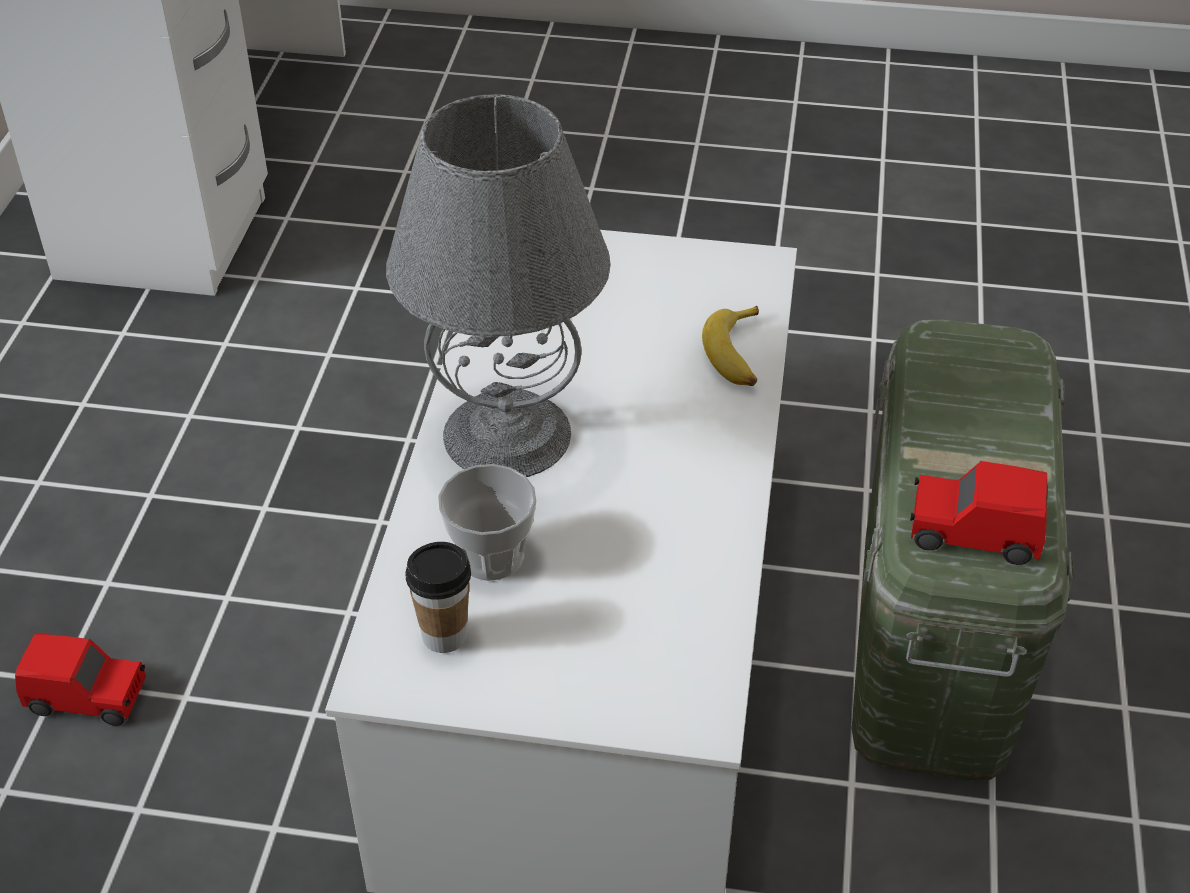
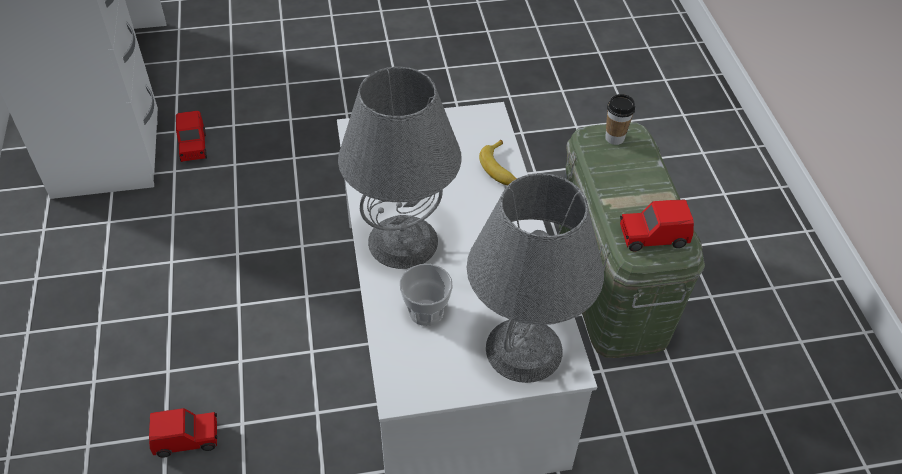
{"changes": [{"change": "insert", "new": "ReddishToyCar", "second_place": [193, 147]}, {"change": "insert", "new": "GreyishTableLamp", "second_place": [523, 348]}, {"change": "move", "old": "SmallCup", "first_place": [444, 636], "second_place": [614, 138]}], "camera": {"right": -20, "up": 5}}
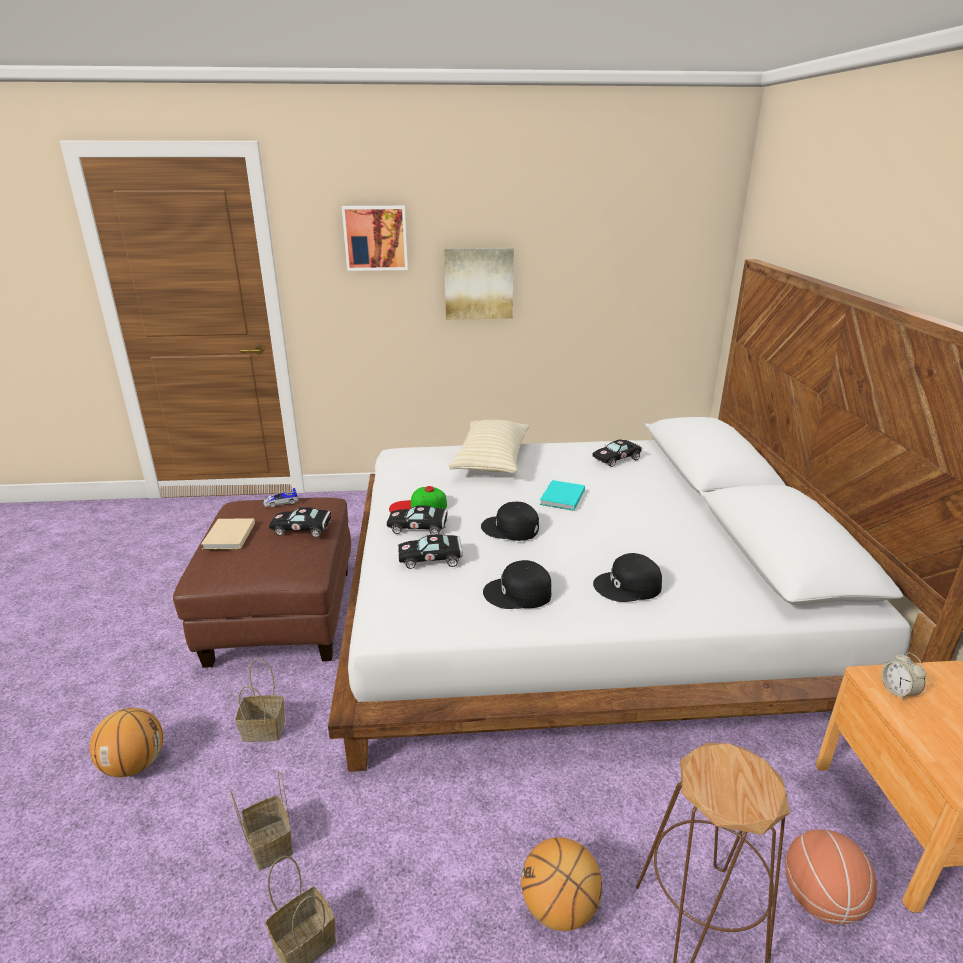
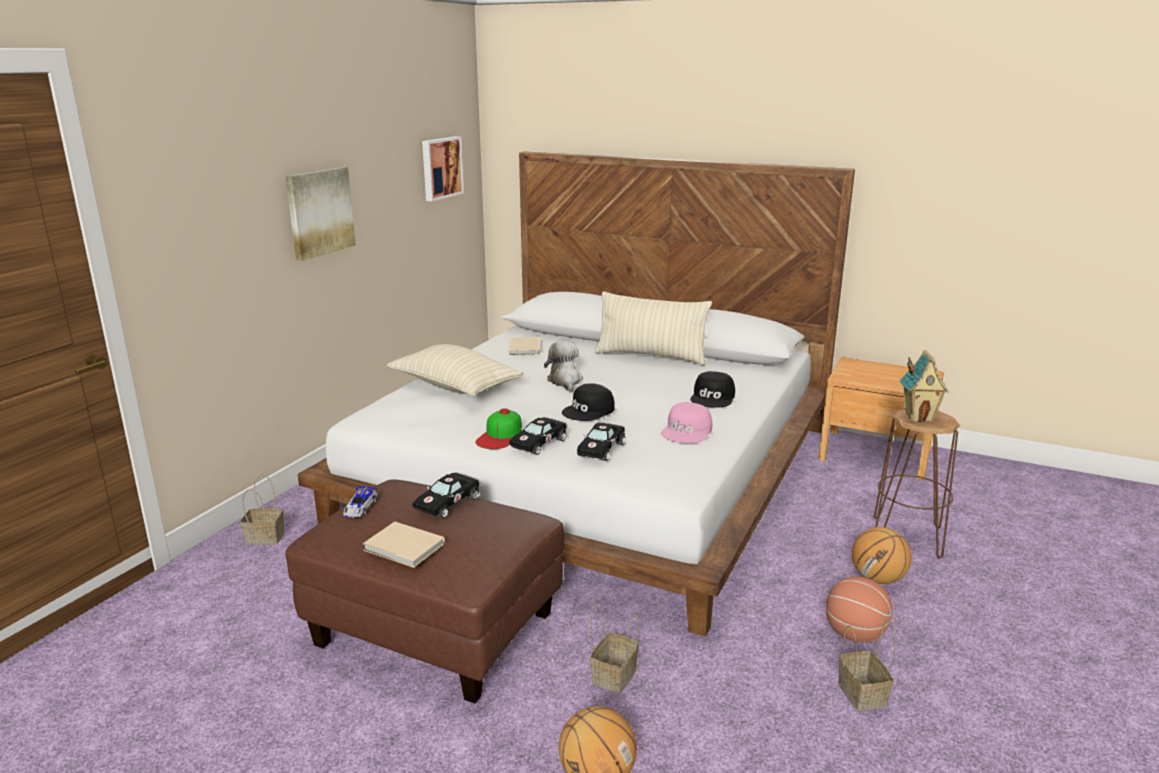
{"changes": [{"change": "move", "old": "Basket", "first_place": [268, 843], "second_place": [263, 538]}, {"change": "move", "old": "WallPicture", "first_place": [375, 238], "second_place": [440, 168]}, {"change": "replace", "old": "BlackColouredToyCar", "new": "SandColouredVolume", "first_place": [617, 458], "second_place": [525, 348]}, {"change": "replace", "old": "TurquoiseColouredVolume", "new": "SoftToy", "first_place": [561, 498], "second_place": [565, 381]}, {"change": "insert", "new": "SandColouredPillow", "second_place": [651, 356]}, {"change": "recolor", "old": "BlackColouredBaseballCap", "new": "PinkColouredBaseballCap", "first_place": [518, 593], "second_place": [687, 431]}, {"change": "move", "old": "BasketballBall", "first_place": [820, 900], "second_place": [855, 635]}, {"change": "insert", "new": "ModelHouse", "second_place": [918, 417]}, {"change": "delete", "old": "BedsideClock", "first_place": [898, 691]}], "camera": {"right": -60, "up": -5}}
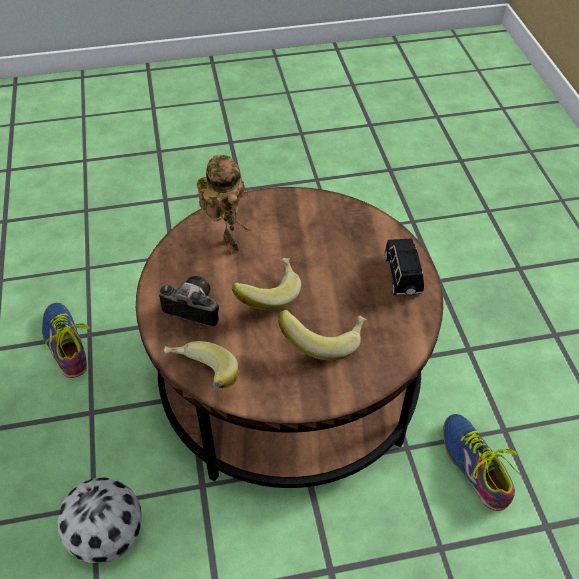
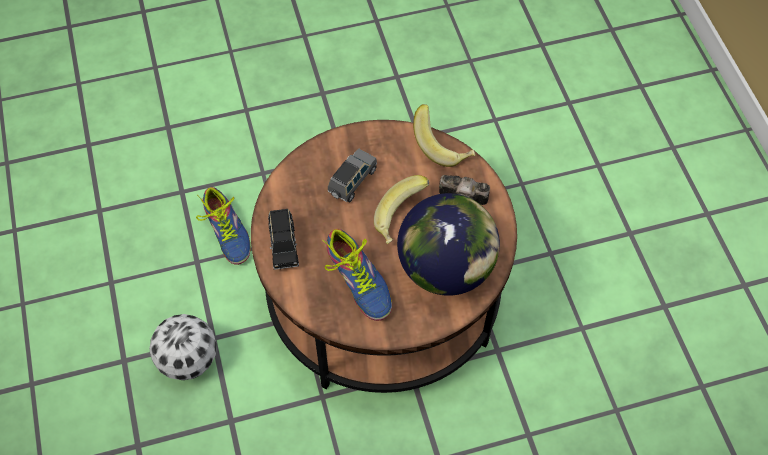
{"changes": [{"change": "move", "old": "Football", "first_place": [106, 535], "second_place": [189, 360]}, {"change": "move", "old": "LowShoe", "first_place": [66, 344], "second_place": [359, 280]}, {"change": "replace", "old": "WholeBanana", "new": "GreyishToyCar", "first_place": [323, 339], "second_place": [352, 182]}, {"change": "replace", "old": "ModelRobot", "new": "Globe", "first_place": [227, 245], "second_place": [446, 268]}], "camera": {"right": 175, "up": 10}}
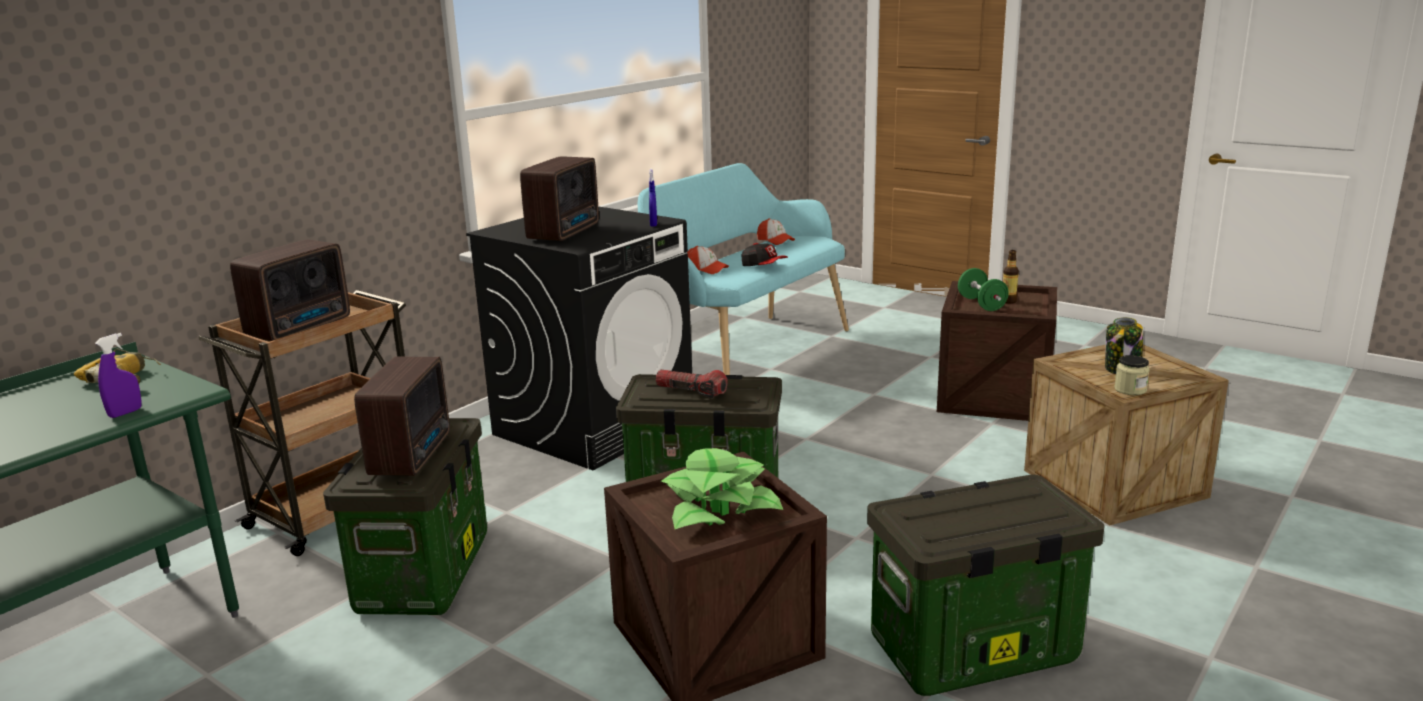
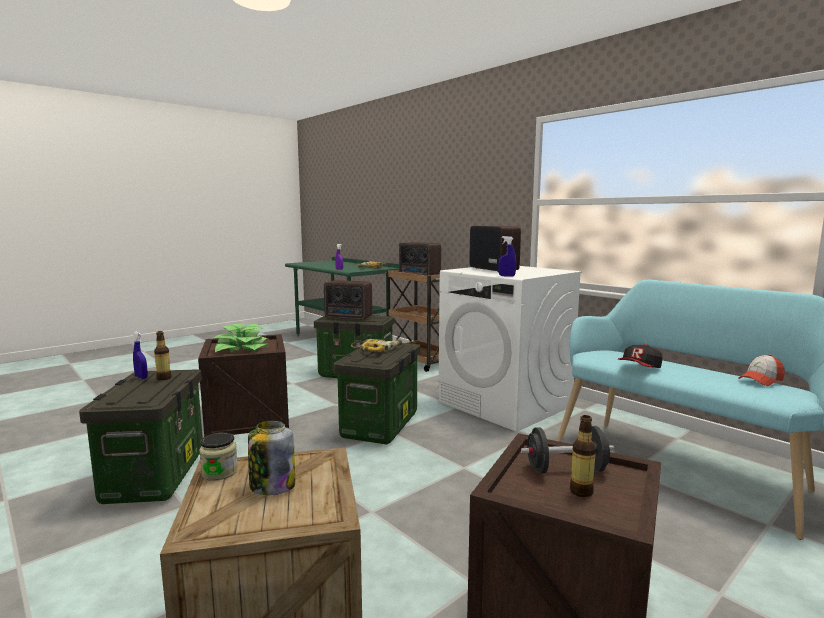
{"changes": [{"change": "insert", "new": "BluishHandSprayer", "second_place": [141, 377]}, {"change": "insert", "new": "DrinkBottle", "second_place": [164, 378]}, {"change": "replace", "old": "Flashlight", "new": "Drill", "first_place": [691, 391], "second_place": [378, 349]}, {"change": "recolor", "old": "BlackColouredLaundryAppliance", "new": "WhiteLaundryAppliance", "first_place": [594, 424], "second_place": [505, 404]}, {"change": "rotate", "old": "RadioSet", "first_place": [566, 232], "second_place": [493, 269], "degrees": -150}, {"change": "recolor", "old": "GreenDumbbell", "new": "BlackColouredDumbbell", "first_place": [981, 304], "second_place": [566, 470]}, {"change": "delete", "old": "BaseballCap", "first_place": [706, 269]}], "camera": {"right": 100, "up": -10}}
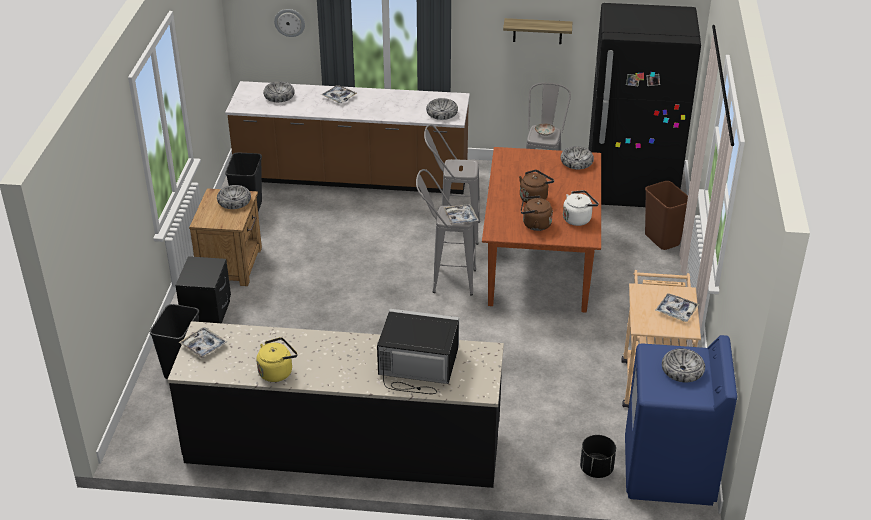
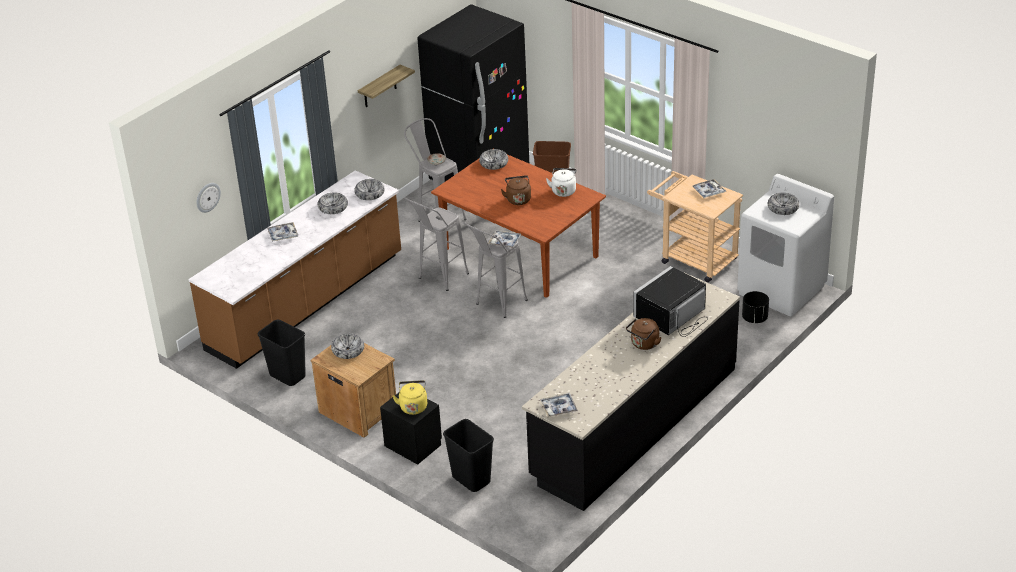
{"changes": [{"change": "move", "old": "DeepDish", "first_place": [279, 96], "second_place": [333, 207]}, {"change": "move", "old": "YellowishTeaKettle", "first_place": [277, 372], "second_place": [413, 406]}, {"change": "move", "old": "BrownishTeaKettle", "first_place": [534, 224], "second_place": [644, 344]}, {"change": "recolor", "old": "BluishLaundryAppliance", "new": "WhiteLaundryAppliance", "first_place": [669, 471], "second_place": [782, 290]}], "camera": {"right": -55, "up": 0}}
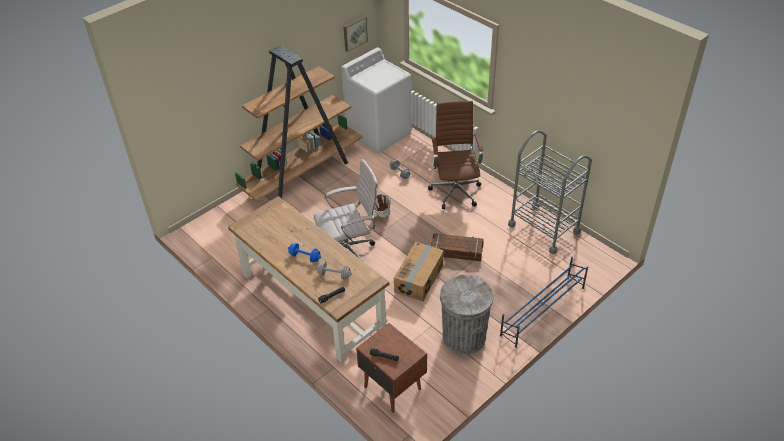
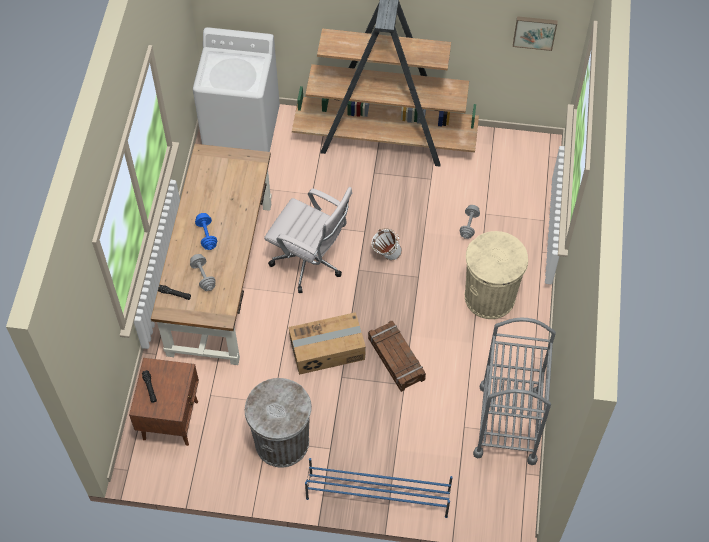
{"changes": [{"change": "move", "old": "WhiteLaundryAppliance", "first_place": [379, 133], "second_place": [242, 130]}, {"change": "replace", "old": "BrownishComputerChair", "new": "SandColouredTrashCan", "first_place": [455, 190], "second_place": [490, 297]}], "camera": {"right": 50, "up": 15}}
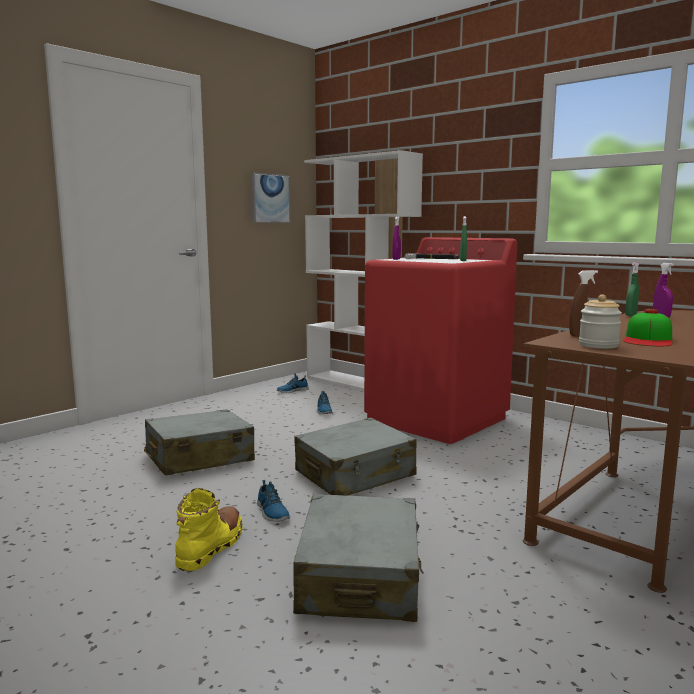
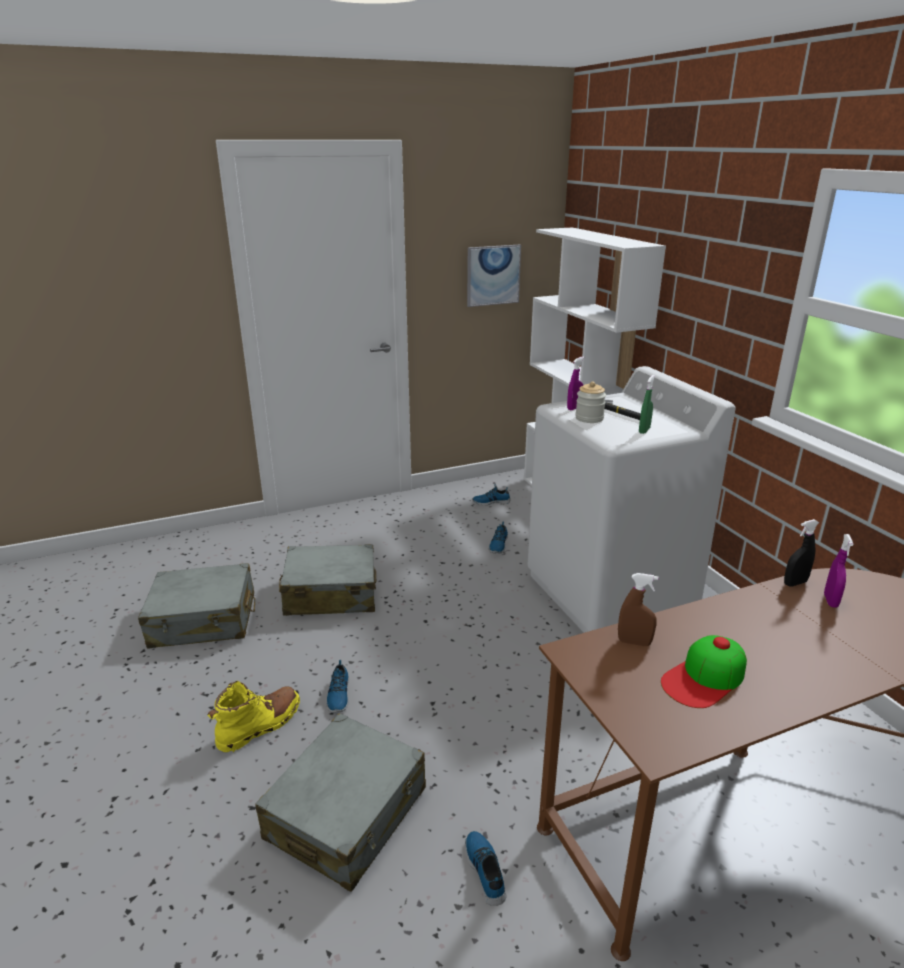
{"changes": [{"change": "move", "old": "GreyishSuitcase", "first_place": [355, 474], "second_place": [203, 620]}, {"change": "insert", "new": "LowShoe", "second_place": [486, 870]}, {"change": "recolor", "old": "ReddishLaundryAppliance", "new": "WhiteLaundryAppliance", "first_place": [437, 420], "second_place": [610, 591]}, {"change": "move", "old": "StorageJar", "first_place": [598, 345], "second_place": [589, 418]}, {"change": "recolor", "old": "GreenHandSprayer", "new": "BlackColouredHandSprayer", "first_place": [631, 315], "second_place": [795, 583]}], "camera": {"right": 25, "up": 15}}
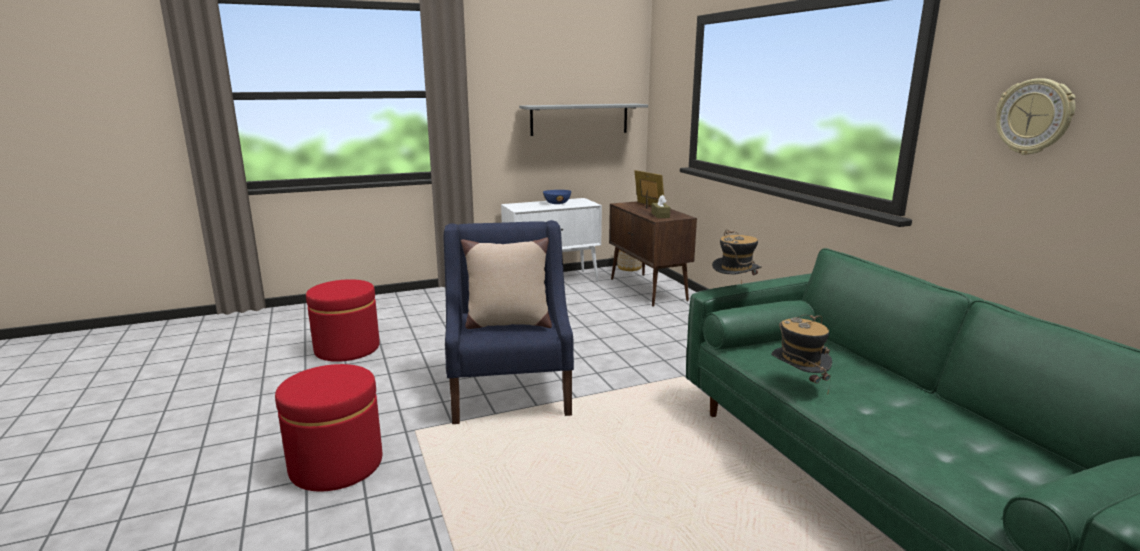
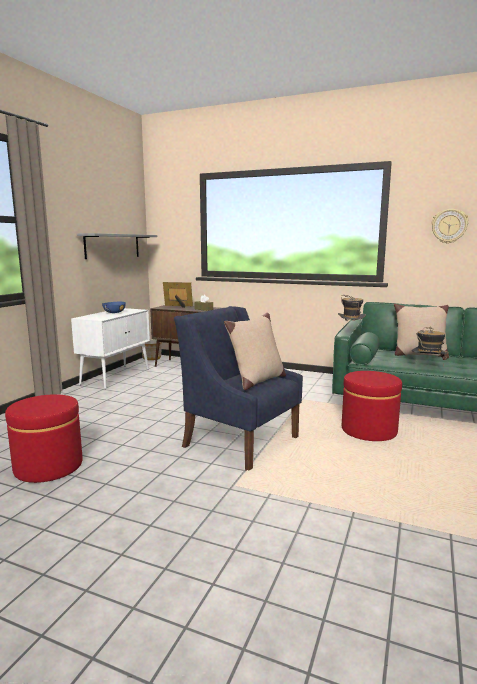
{"changes": [{"change": "move", "old": "ReddishOttoman", "first_place": [336, 465], "second_place": [369, 430]}, {"change": "insert", "new": "SandColouredPillow", "second_place": [418, 355]}], "camera": {"right": -45, "up": -5}}
